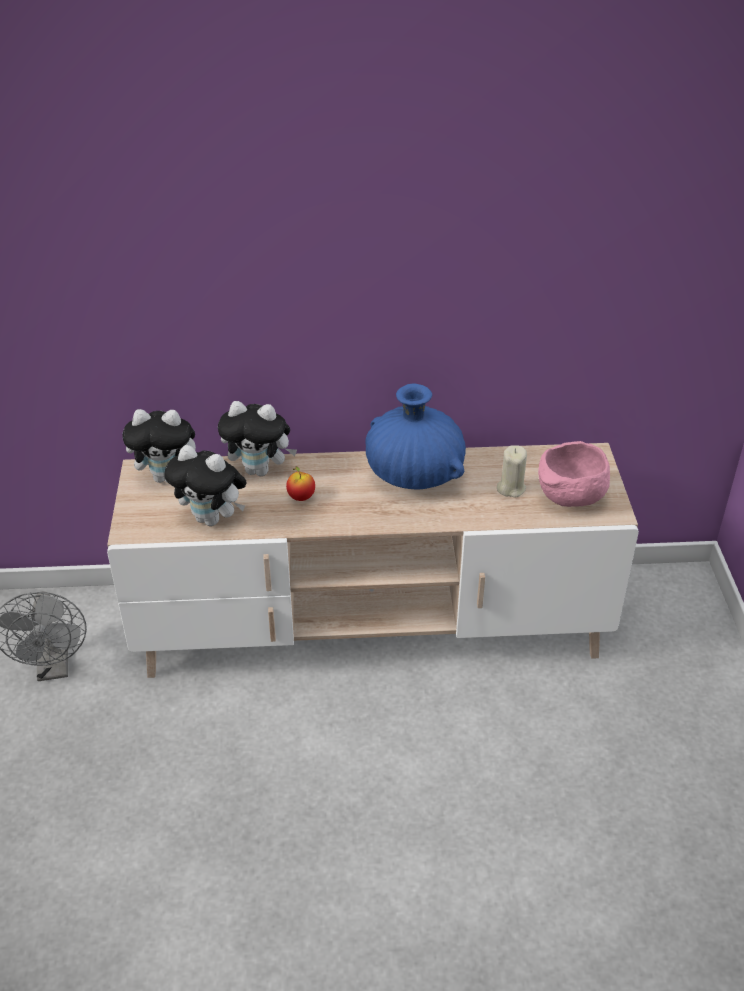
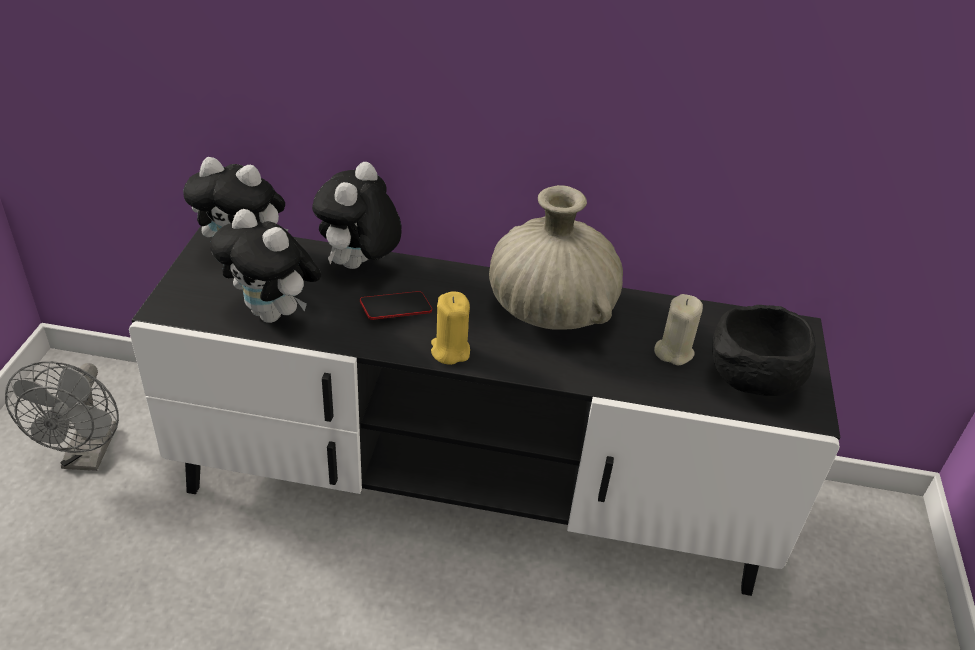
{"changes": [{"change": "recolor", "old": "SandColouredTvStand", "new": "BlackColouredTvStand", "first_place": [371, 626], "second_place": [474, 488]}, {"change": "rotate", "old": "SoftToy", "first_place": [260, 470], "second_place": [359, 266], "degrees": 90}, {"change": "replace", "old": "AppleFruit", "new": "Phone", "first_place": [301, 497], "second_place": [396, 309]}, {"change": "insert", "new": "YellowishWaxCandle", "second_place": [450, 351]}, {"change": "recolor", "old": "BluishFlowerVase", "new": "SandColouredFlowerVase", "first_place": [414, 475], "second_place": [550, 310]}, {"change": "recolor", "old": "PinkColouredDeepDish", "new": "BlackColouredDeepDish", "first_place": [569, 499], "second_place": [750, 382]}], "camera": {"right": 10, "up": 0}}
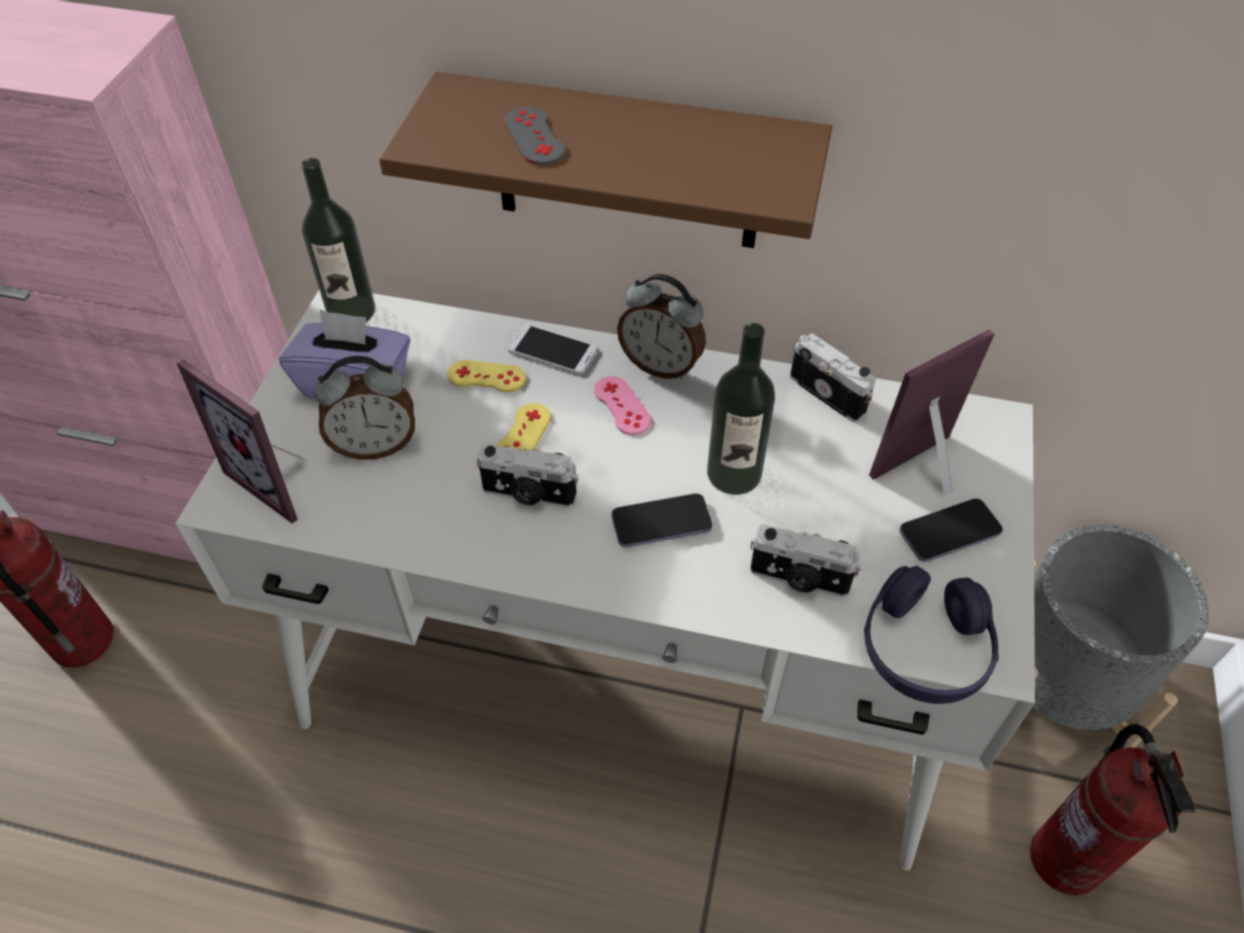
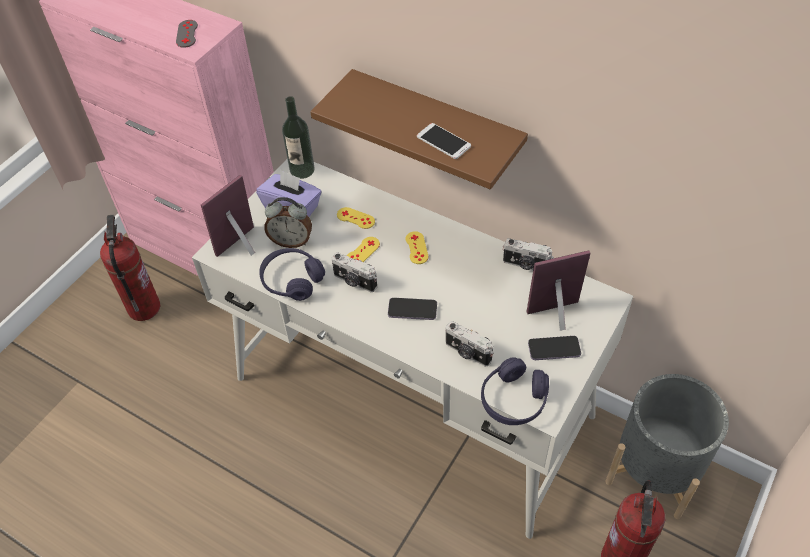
{"changes": [{"change": "move", "old": "GreyishJoypad", "first_place": [534, 136], "second_place": [187, 34]}, {"change": "rotate", "old": "PhotoFrame", "first_place": [280, 478], "second_place": [243, 247], "degrees": 75}, {"change": "insert", "new": "PurpleHeadset", "second_place": [292, 280]}, {"change": "recolor", "old": "PinkColouredJoypad", "new": "YellowishJoypad", "first_place": [621, 405], "second_place": [416, 248]}, {"change": "move", "old": "Phone", "first_place": [552, 350], "second_place": [443, 141]}, {"change": "rotate", "old": "StillCamera", "first_place": [829, 393], "second_place": [525, 265], "degrees": 135}, {"change": "delete", "old": "BedsideClock", "first_place": [661, 365]}, {"change": "delete", "old": "DrinkBottle", "first_place": [734, 473]}], "camera": {"right": 20, "up": 0}}
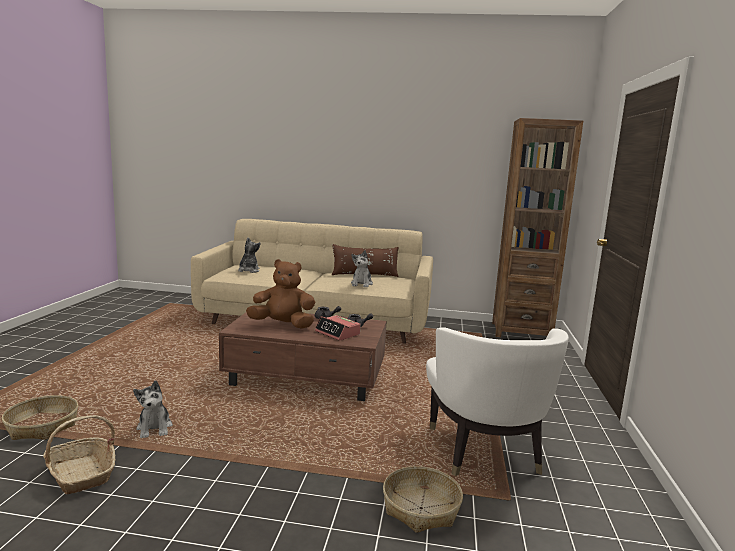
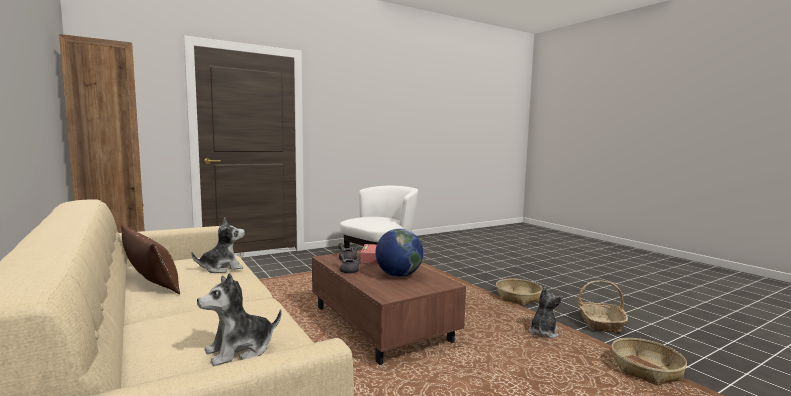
{"changes": [{"change": "replace", "old": "BrownishSoftToy", "new": "Globe", "first_place": [283, 325], "second_place": [398, 275]}, {"change": "move", "old": "Basket", "first_place": [421, 508], "second_place": [518, 297]}], "camera": {"right": -130, "up": -5}}
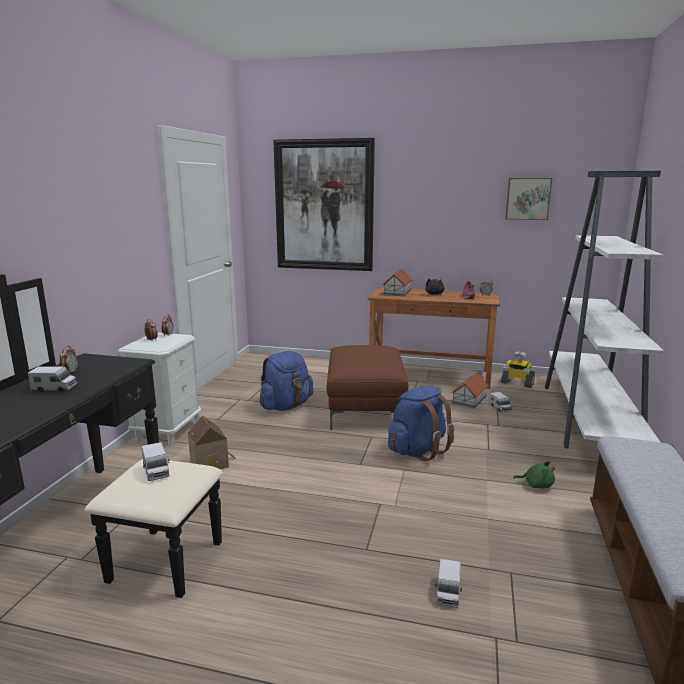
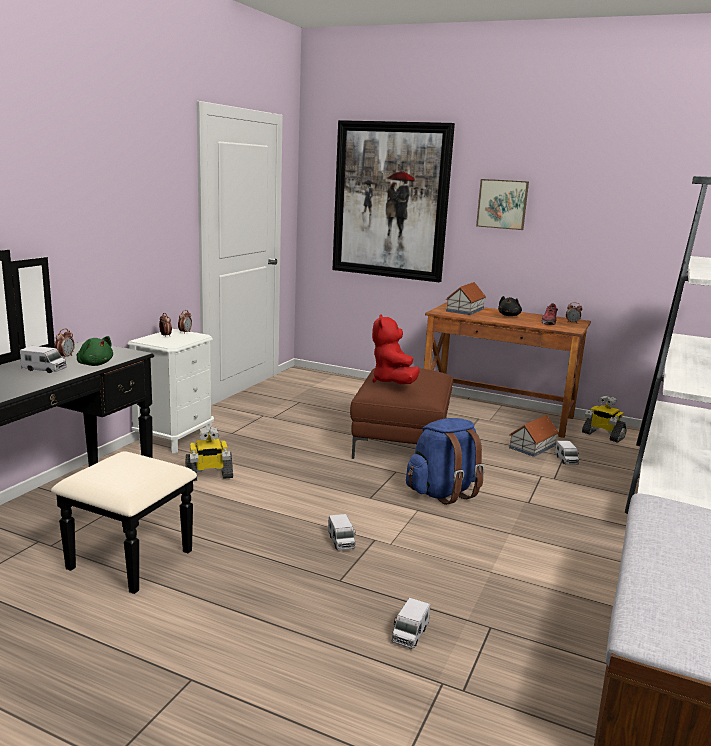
{"changes": [{"change": "move", "old": "GreenSoftToy", "first_place": [536, 485], "second_place": [94, 364]}, {"change": "replace", "old": "ModelHouse", "new": "ModelRobot", "first_place": [211, 463], "second_place": [209, 475]}, {"change": "move", "old": "ModelTruck", "first_place": [156, 471], "second_place": [341, 541]}, {"change": "insert", "new": "ReddishSoftToy", "second_place": [393, 382]}, {"change": "move", "old": "WallPicture", "first_place": [528, 198], "second_place": [502, 204]}, {"change": "delete", "old": "BluishBackpack", "first_place": [286, 406]}], "camera": {"right": 10, "up": 0}}
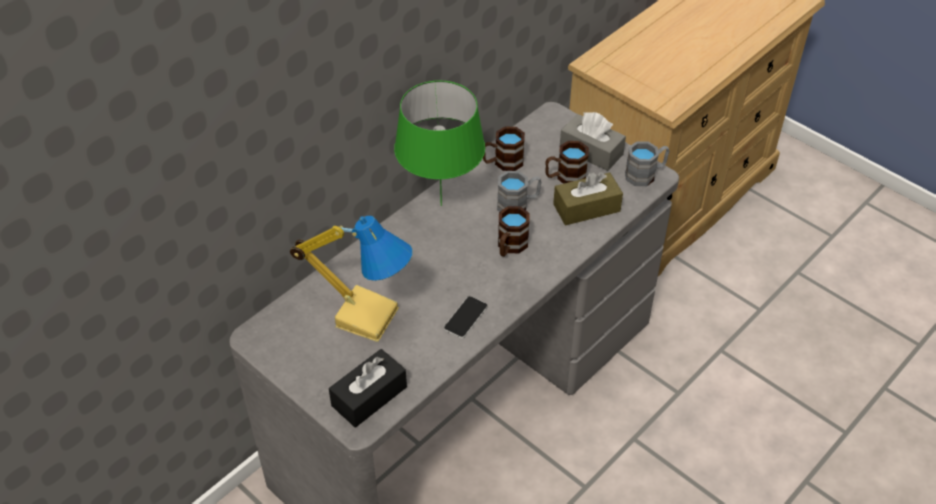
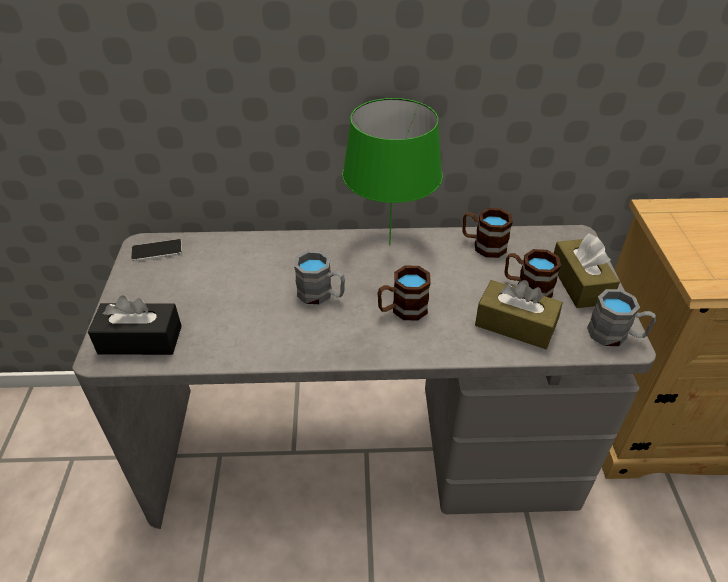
{"changes": [{"change": "move", "old": "Phone", "first_place": [466, 318], "second_place": [157, 251]}, {"change": "move", "old": "GreyishCoffeeMug", "first_place": [518, 204], "second_place": [321, 294]}, {"change": "recolor", "old": "GreyishTissueBox", "new": "BrownishTissueBox", "first_place": [591, 151], "second_place": [580, 283]}, {"change": "delete", "old": "TableLamp", "first_place": [367, 315]}], "camera": {"right": 45, "up": -5}}
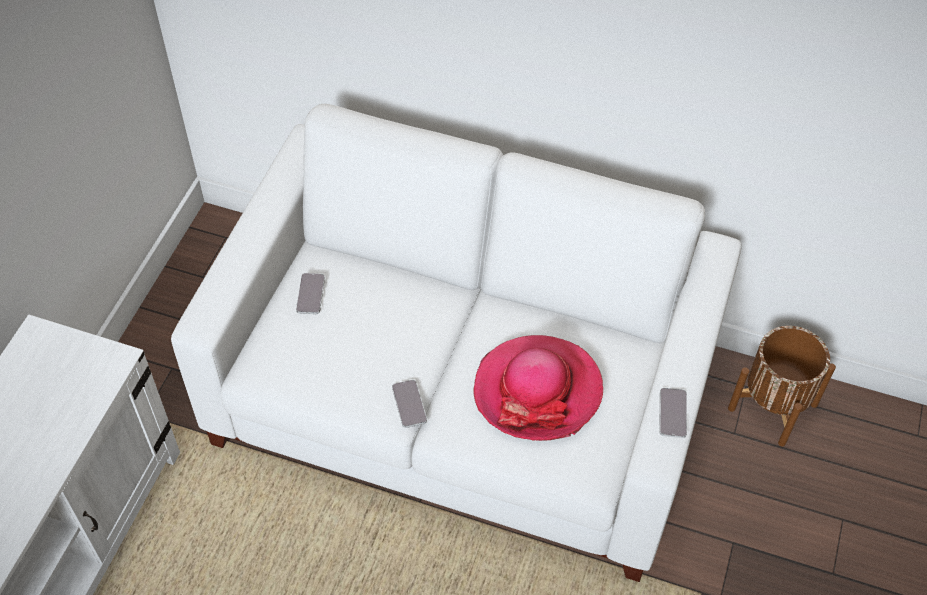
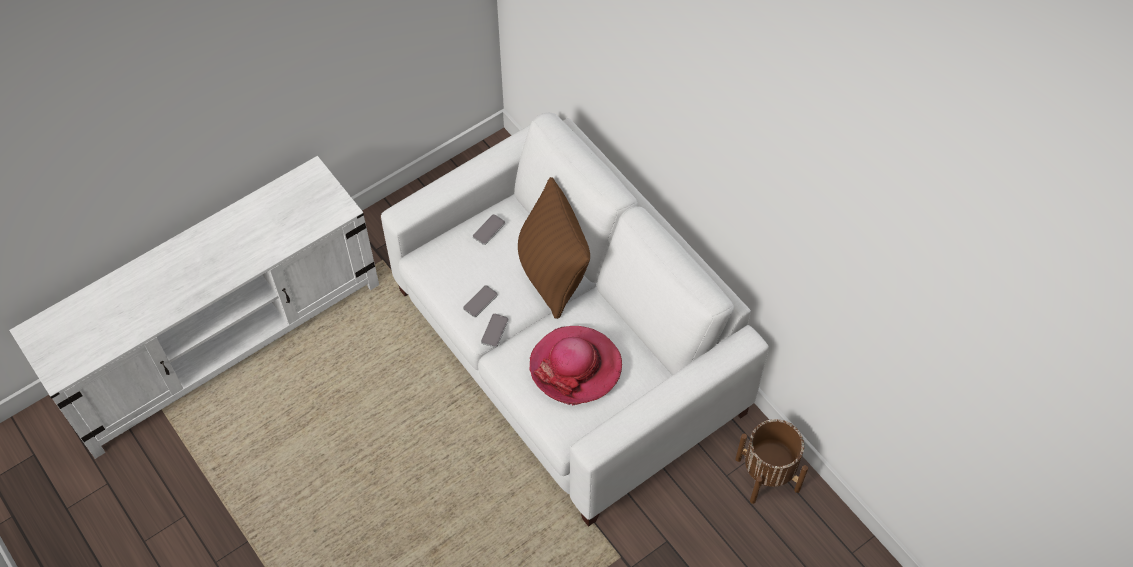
{"changes": [{"change": "move", "old": "Phone", "first_place": [673, 413], "second_place": [480, 301]}, {"change": "insert", "new": "BrownishPillow", "second_place": [552, 274]}], "camera": {"right": 35, "up": 5}}
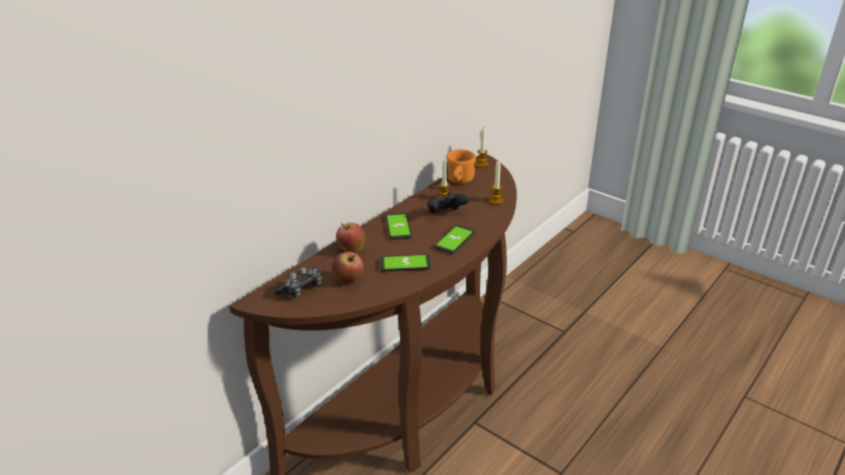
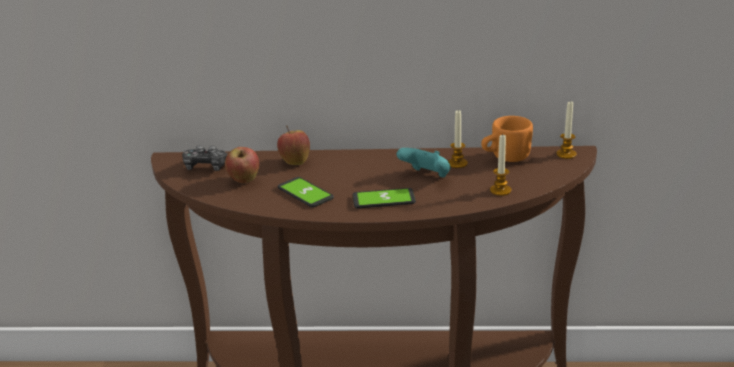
{"changes": [{"change": "recolor", "old": "BlackColouredJoypad", "new": "TurquoiseColouredJoypad", "first_place": [445, 214], "second_place": [426, 177]}, {"change": "delete", "old": "Phone", "first_place": [398, 226]}], "camera": {"right": 55, "up": -5}}
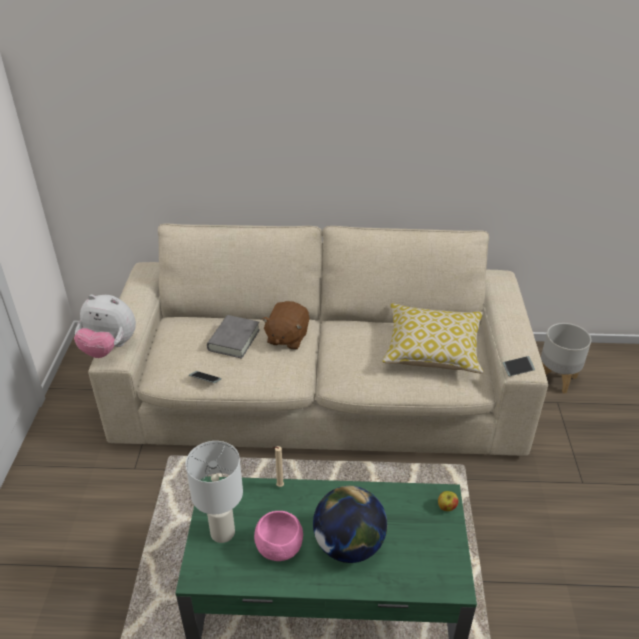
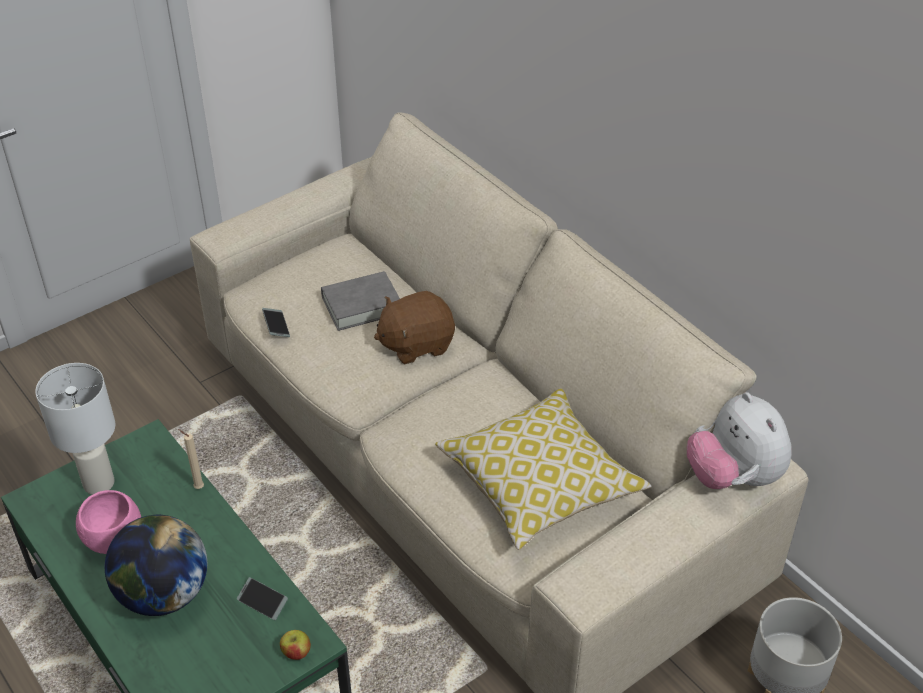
{"changes": [{"change": "move", "old": "Phone", "first_place": [518, 368], "second_place": [262, 602]}, {"change": "move", "old": "SoftToy", "first_place": [109, 348], "second_place": [733, 477]}], "camera": {"right": 50, "up": 5}}
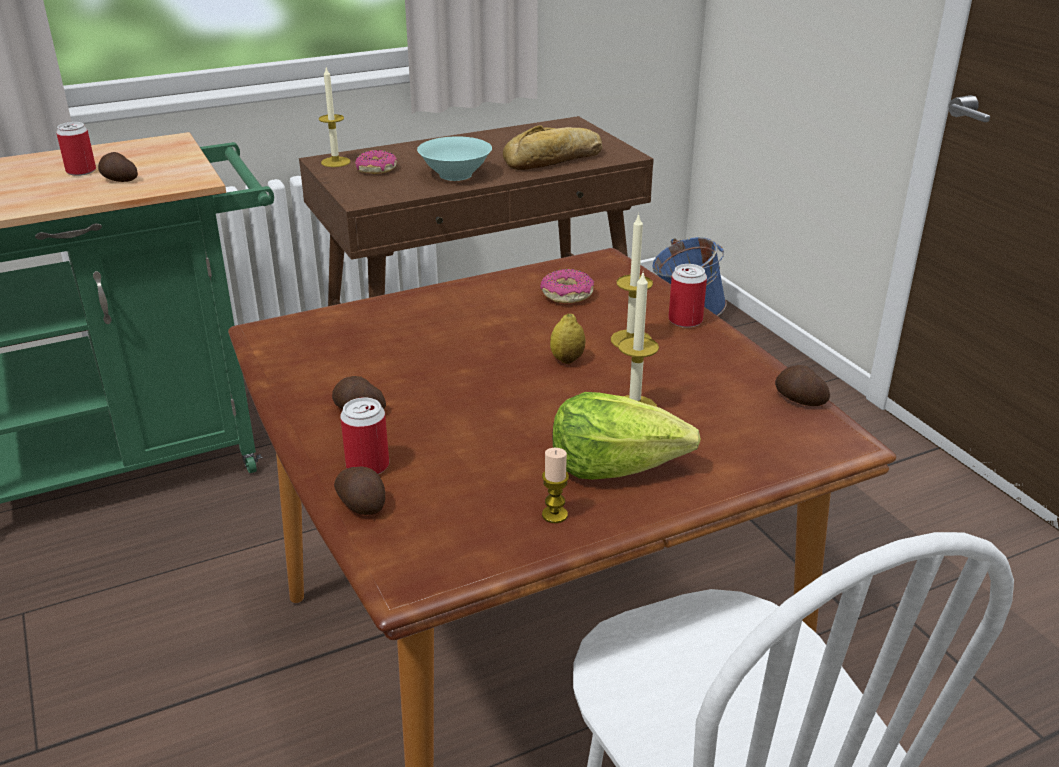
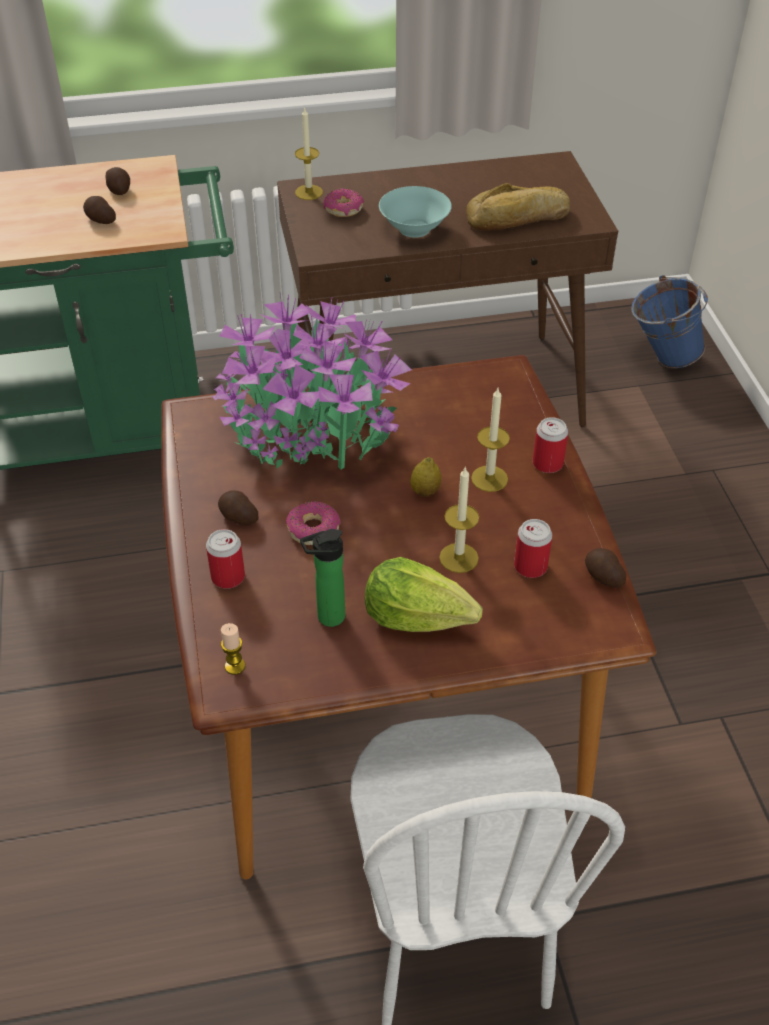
{"changes": [{"change": "move", "old": "Spud", "first_place": [362, 504], "second_place": [119, 189]}, {"change": "insert", "new": "PottedPlant", "second_place": [311, 432]}, {"change": "move", "old": "WaxCandle", "first_place": [554, 515], "second_place": [235, 666]}, {"change": "move", "old": "Doughnut", "first_place": [567, 295], "second_place": [313, 529]}, {"change": "insert", "new": "DrinkBottle", "second_place": [327, 618]}, {"change": "move", "old": "Can", "first_place": [81, 171], "second_place": [530, 566]}], "camera": {"right": 15, "up": 15}}
